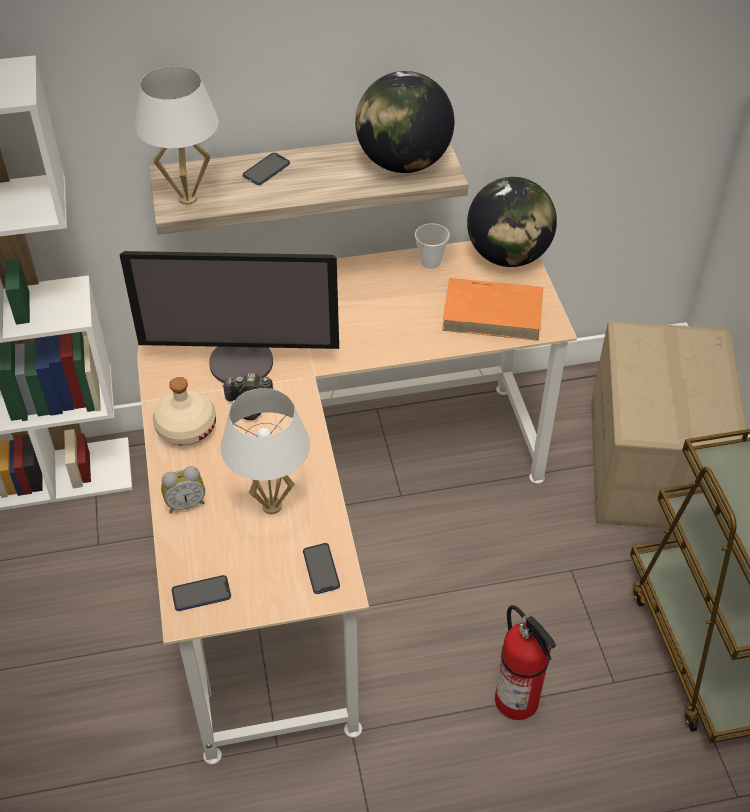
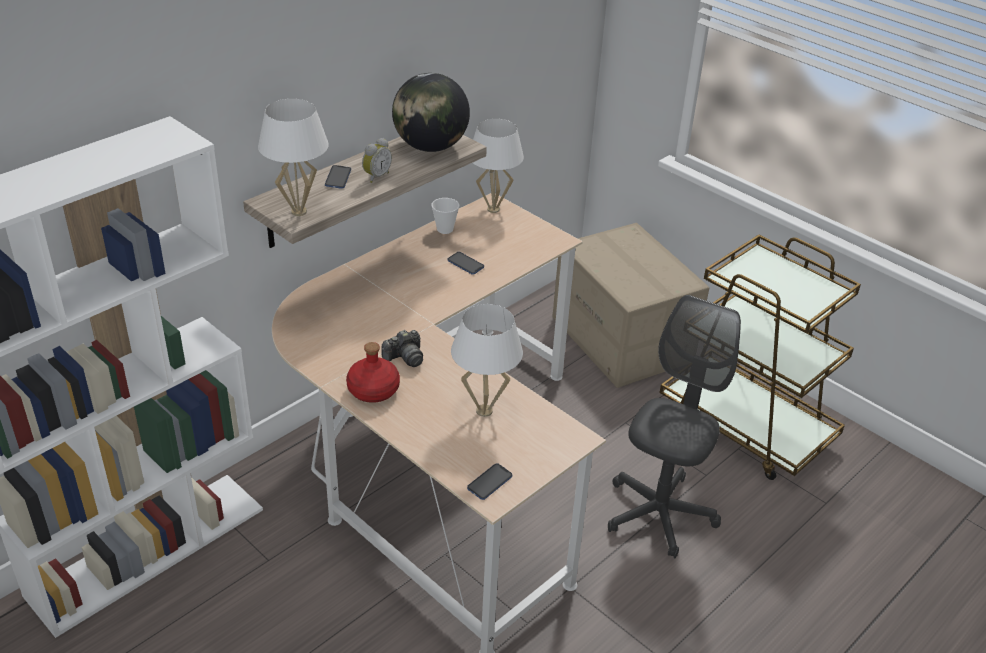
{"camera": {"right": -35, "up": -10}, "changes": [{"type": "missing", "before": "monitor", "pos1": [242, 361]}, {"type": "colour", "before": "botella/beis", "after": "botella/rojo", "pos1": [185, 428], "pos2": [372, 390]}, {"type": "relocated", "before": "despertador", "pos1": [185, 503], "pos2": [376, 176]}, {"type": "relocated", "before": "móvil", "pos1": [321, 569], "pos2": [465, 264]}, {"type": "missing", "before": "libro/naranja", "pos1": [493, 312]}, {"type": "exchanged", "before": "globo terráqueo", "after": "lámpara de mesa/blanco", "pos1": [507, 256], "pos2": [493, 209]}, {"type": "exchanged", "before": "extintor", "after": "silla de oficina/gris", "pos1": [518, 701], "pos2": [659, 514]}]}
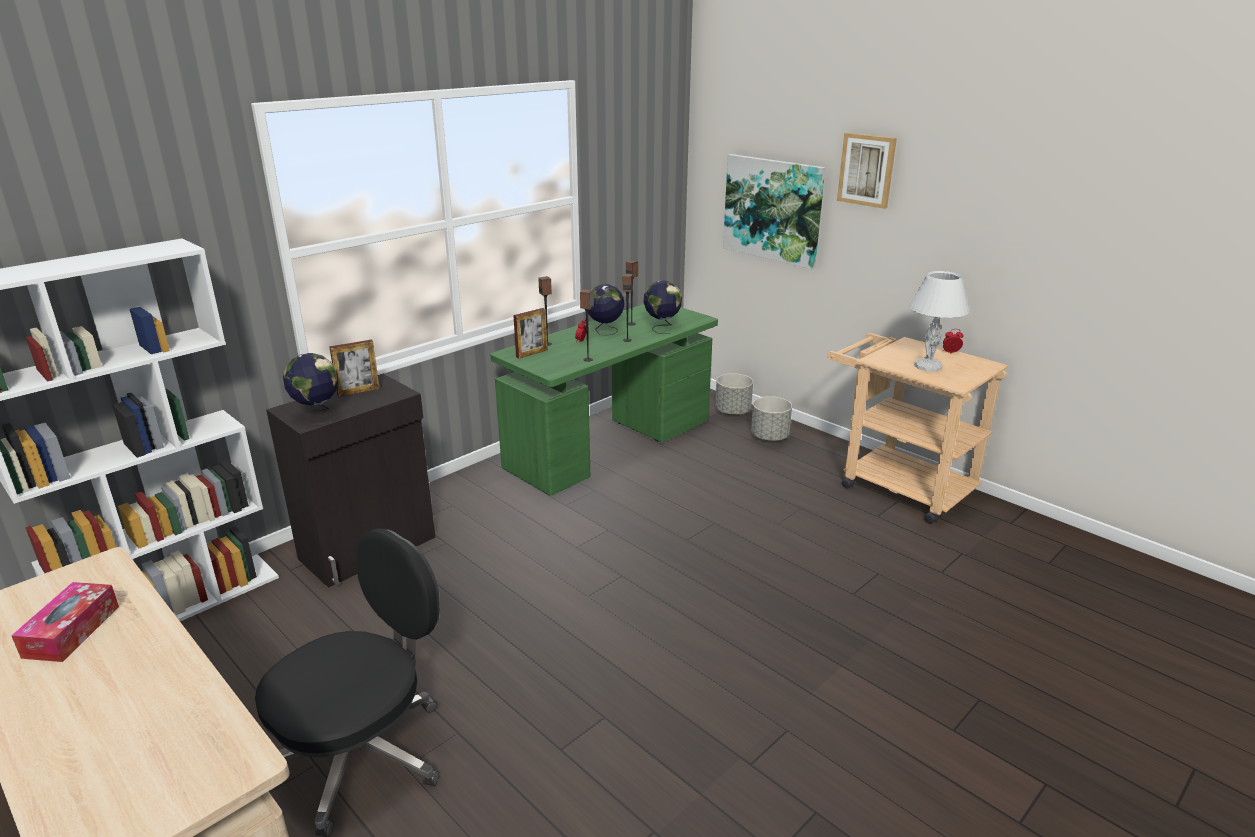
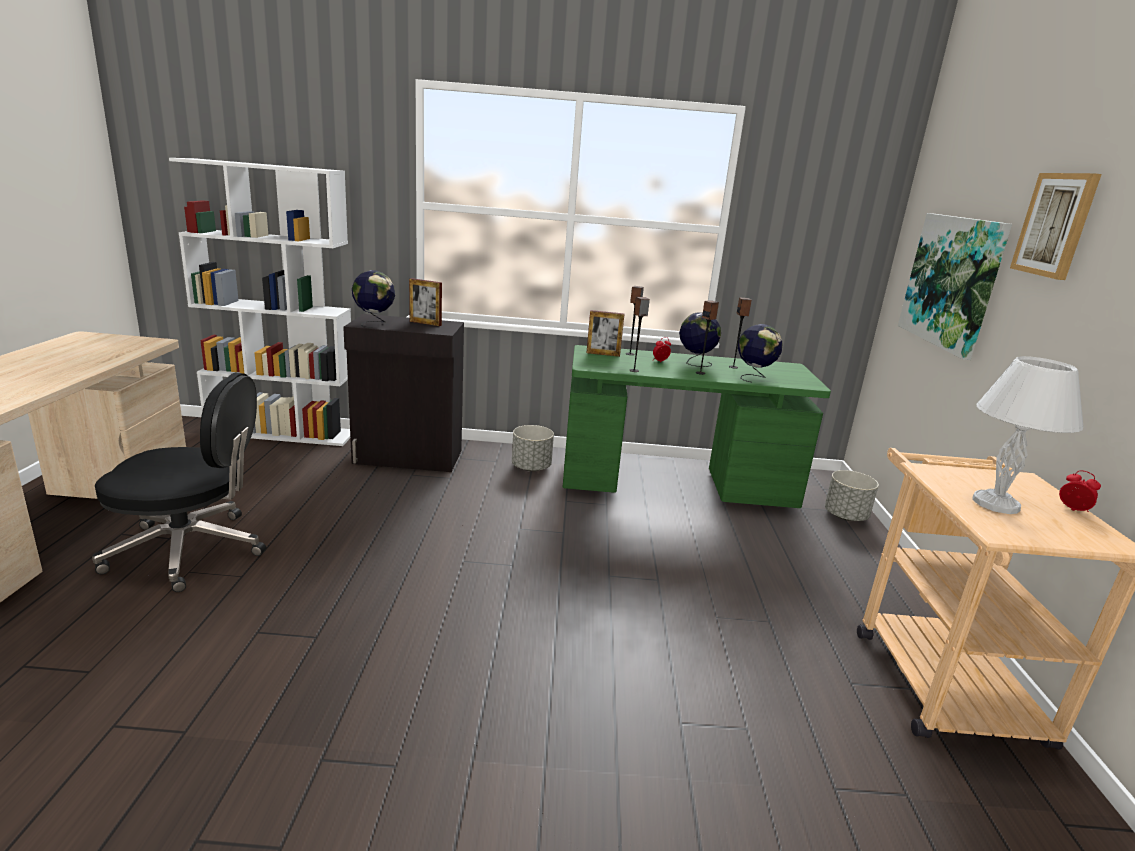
{"camera": {"right": 45, "up": -5}, "changes": [{"type": "missing", "before": "caja de pañuelos", "pos1": [72, 631]}, {"type": "relocated", "before": "maceta/gris", "pos1": [769, 437], "pos2": [531, 467]}]}
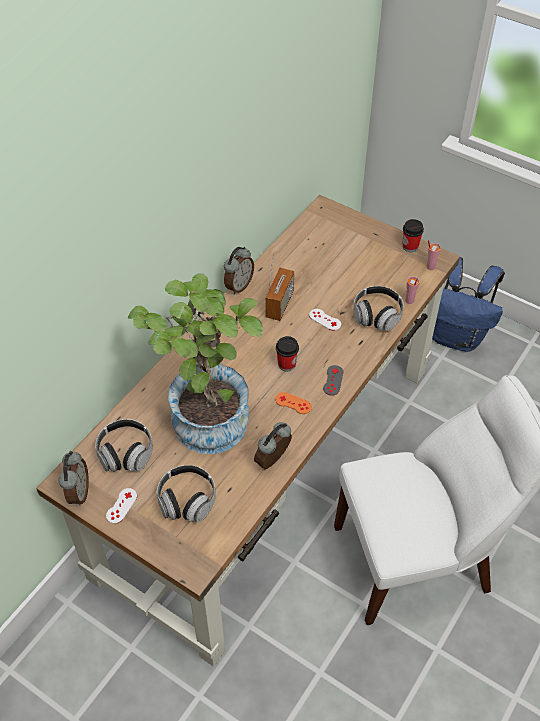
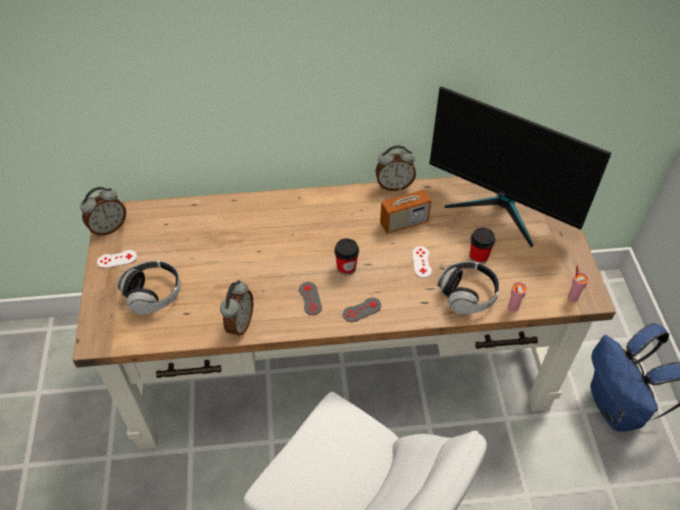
{"camera": {"right": 50, "up": 0}, "changes": [{"type": "missing", "before": "auriculares", "pos1": [126, 453]}, {"type": "missing", "before": "planta en maceta", "pos1": [207, 414]}, {"type": "spun", "before": "despertador", "pos1": [274, 461], "pos2": [239, 324], "turn": 105}, {"type": "colour", "before": "mando de consola/naranja", "after": "mando de consola/gris", "pos1": [293, 403], "pos2": [310, 298]}, {"type": "relocated", "before": "taza", "pos1": [410, 246], "pos2": [478, 257]}, {"type": "appeared", "after": "monitor", "pos2": [500, 208]}]}
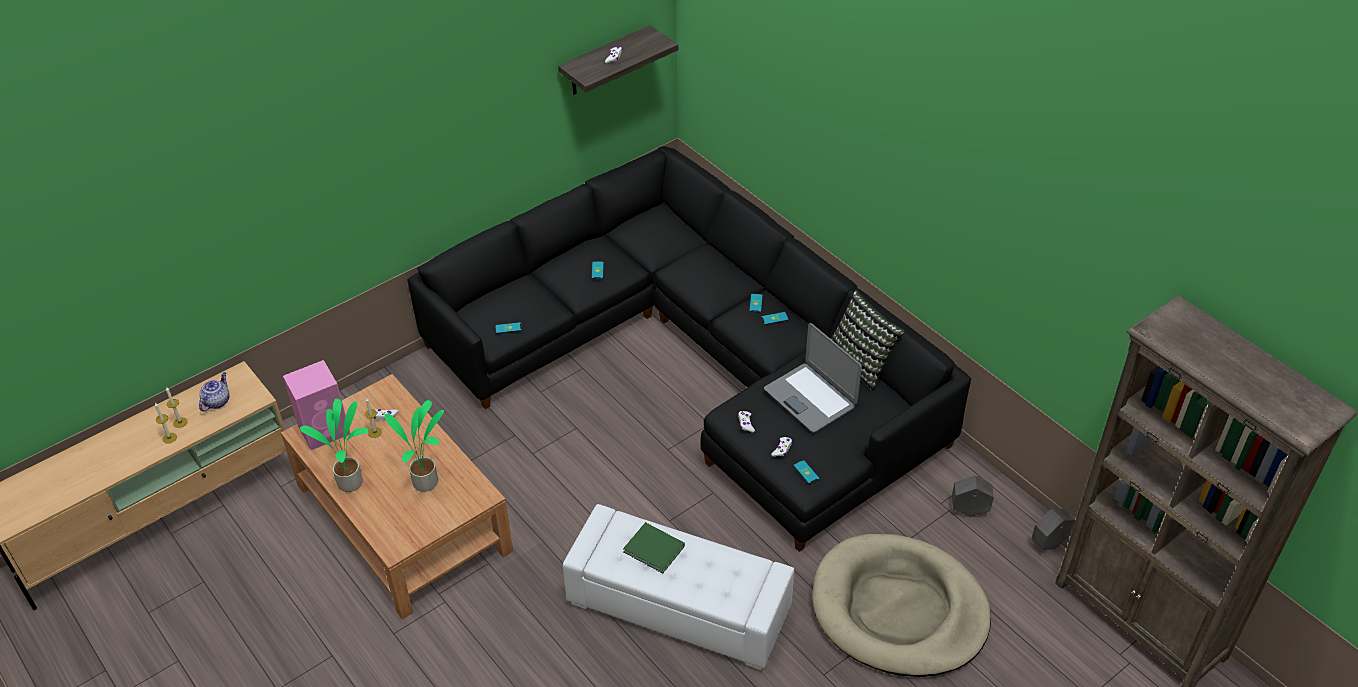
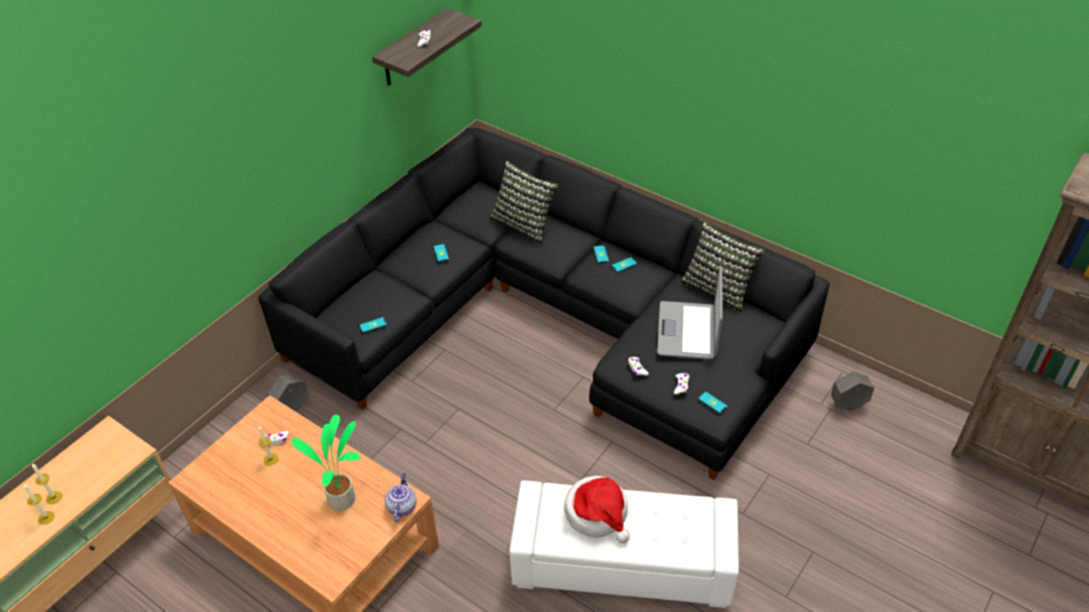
{"camera": {"right": -15, "up": 0}, "changes": [{"type": "relocated", "before": "tetera", "pos1": [217, 401], "pos2": [401, 506]}, {"type": "missing", "before": "altavoz/rosa", "pos1": [325, 429]}, {"type": "missing", "before": "planta en maceta", "pos1": [352, 482]}, {"type": "exchanged", "before": "libro/verde", "after": "sombrero", "pos1": [655, 550], "pos2": [597, 514]}, {"type": "spun", "before": "portátil", "pos1": [810, 398], "pos2": [688, 331], "turn": 60}, {"type": "missing", "before": "cama para perro/beis", "pos1": [899, 610]}, {"type": "relocated", "before": "maceta/gris", "pos1": [1049, 543], "pos2": [292, 407]}, {"type": "appeared", "after": "cojín", "pos2": [524, 223]}]}
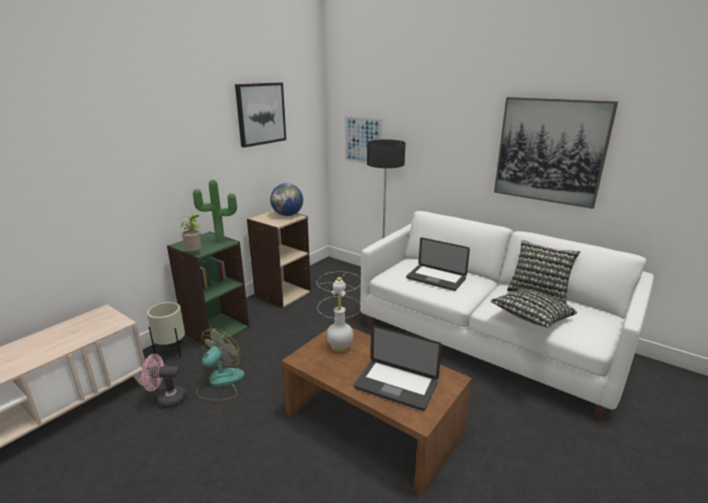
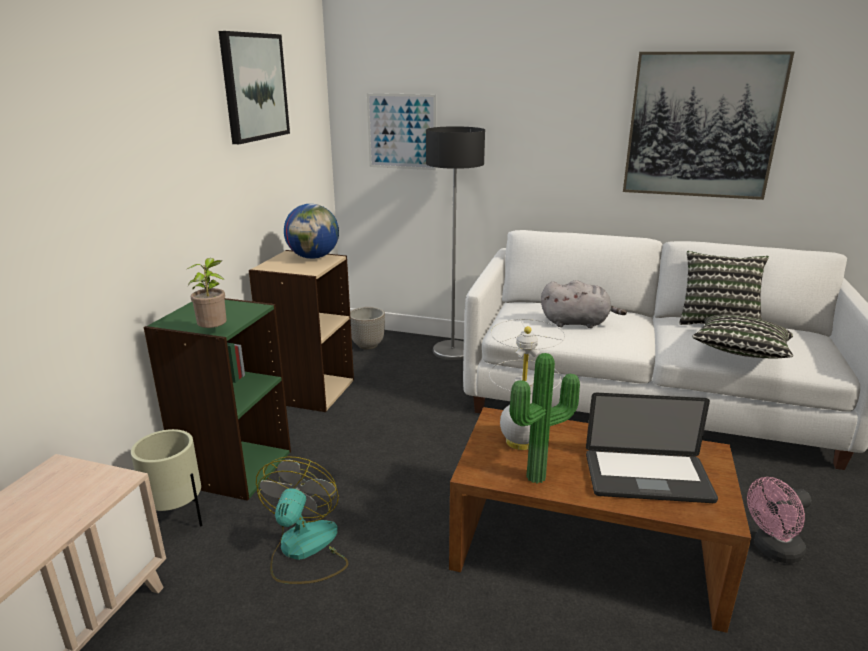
{"camera": {"right": -20, "up": 0}, "changes": [{"type": "relocated", "before": "ventilador/rosa", "pos1": [167, 399], "pos2": [772, 550]}, {"type": "relocated", "before": "planta en maceta", "pos1": [220, 242], "pos2": [539, 479]}, {"type": "exchanged", "before": "portátil", "after": "peluche/gris", "pos1": [436, 278], "pos2": [577, 323]}, {"type": "appeared", "after": "maceta", "pos2": [368, 345]}]}
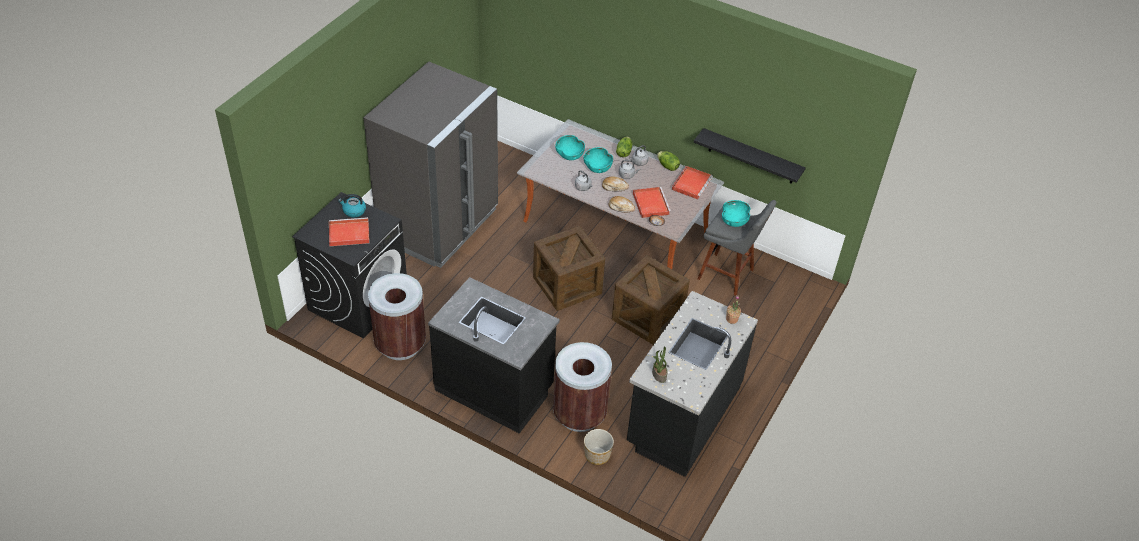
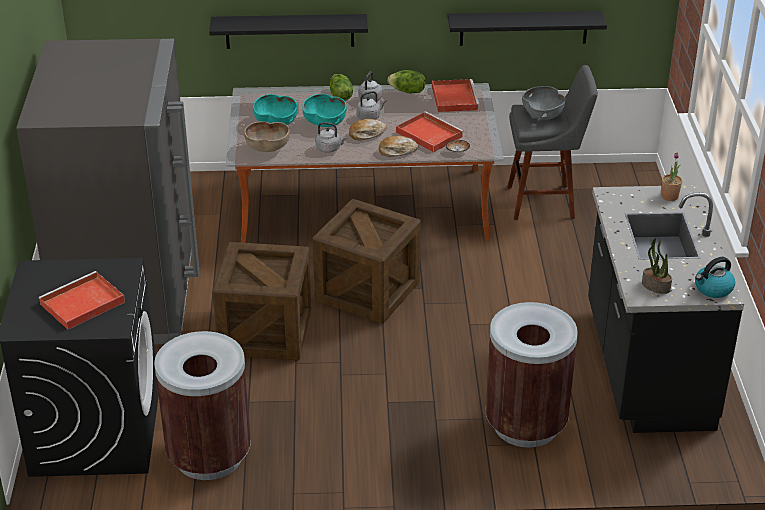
{"camera": {"right": -30, "up": -10}, "changes": [{"type": "relocated", "before": "hervidor", "pos1": [354, 211], "pos2": [713, 289]}, {"type": "missing", "before": "mueble bajo de cocina/negro", "pos1": [494, 388]}, {"type": "missing", "before": "maceta", "pos1": [597, 455]}, {"type": "relocated", "before": "caja de embalaje", "pos1": [647, 317], "pos2": [265, 332]}, {"type": "colour", "before": "cuenco/turquesa", "after": "cuenco/gris", "pos1": [734, 221], "pos2": [543, 114]}, {"type": "appeared", "after": "estante/negro", "pos2": [289, 31]}, {"type": "appeared", "after": "cuenco/marrón", "pos2": [267, 148]}]}
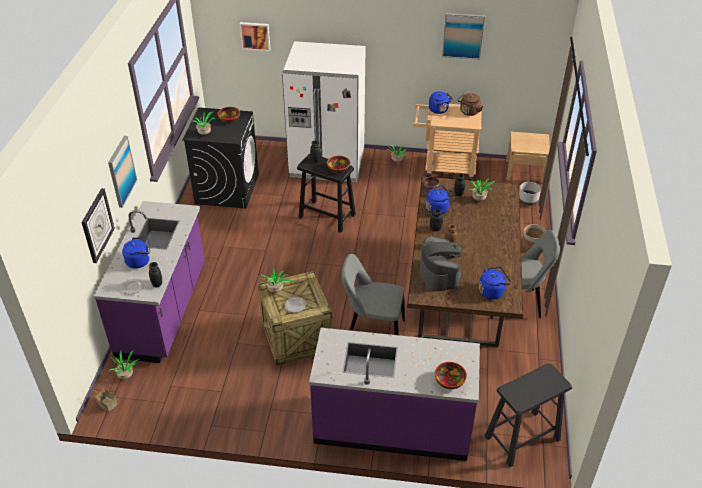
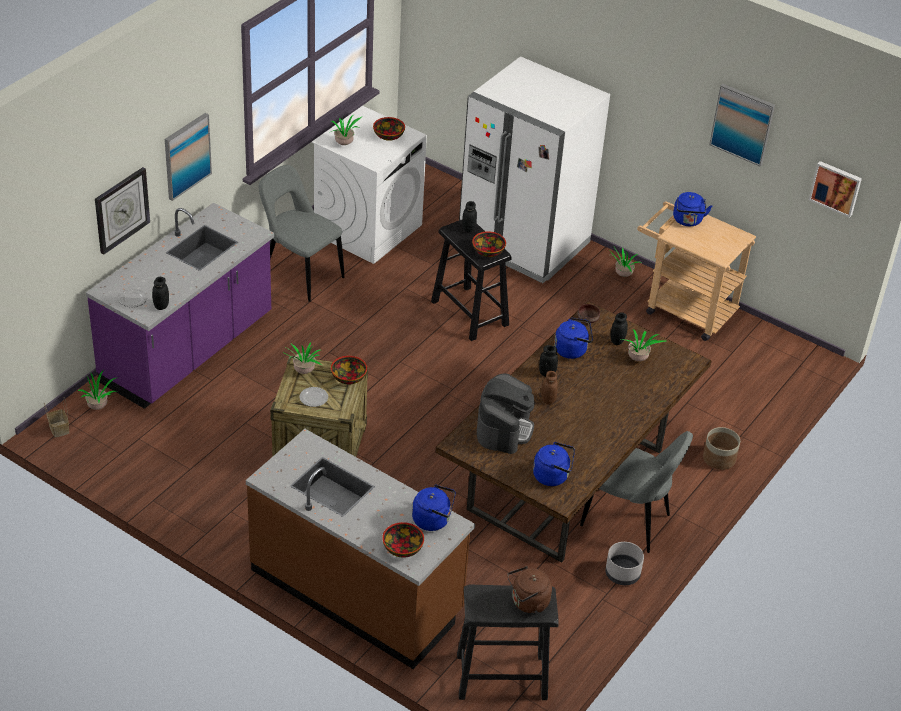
{"camera": {"right": 25, "up": 0}, "changes": [{"type": "relocated", "before": "hervidor/azul", "pos1": [139, 261], "pos2": [433, 520]}, {"type": "colour", "before": "lavadora/negro", "after": "lavadora/blanco", "pos1": [227, 188], "pos2": [368, 229]}, {"type": "relocated", "before": "cuadro", "pos1": [255, 36], "pos2": [836, 188]}, {"type": "colour", "before": "mueble bajo de cocina/morado", "after": "mueble bajo de cocina/marrón", "pos1": [392, 424], "pos2": [357, 591]}, {"type": "relocated", "before": "silla/gris", "pos1": [372, 331], "pos2": [300, 274]}, {"type": "relocated", "before": "hervidor/marrón", "pos1": [469, 112], "pos2": [528, 603]}, {"type": "missing", "before": "mesita de noche/beis", "pos1": [525, 171]}, {"type": "relocated", "before": "maceta/gris", "pos1": [528, 200], "pos2": [623, 574]}, {"type": "appeared", "after": "cuenco", "pos2": [348, 378]}]}
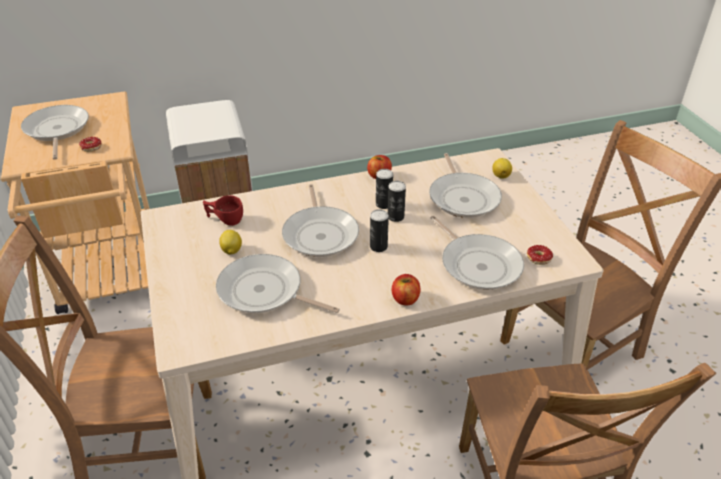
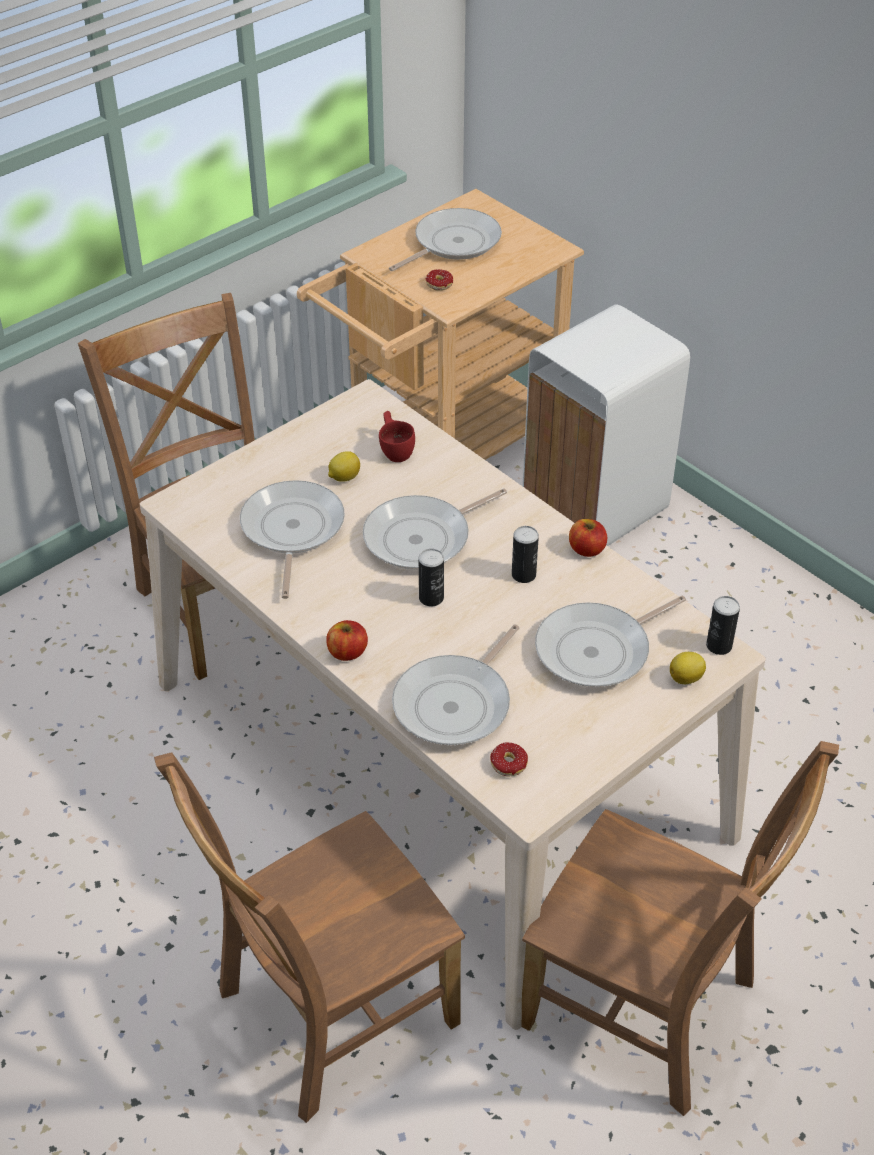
{"camera": {"right": 65, "up": 5}, "changes": [{"type": "relocated", "before": "lata", "pos1": [395, 217], "pos2": [719, 646]}]}
